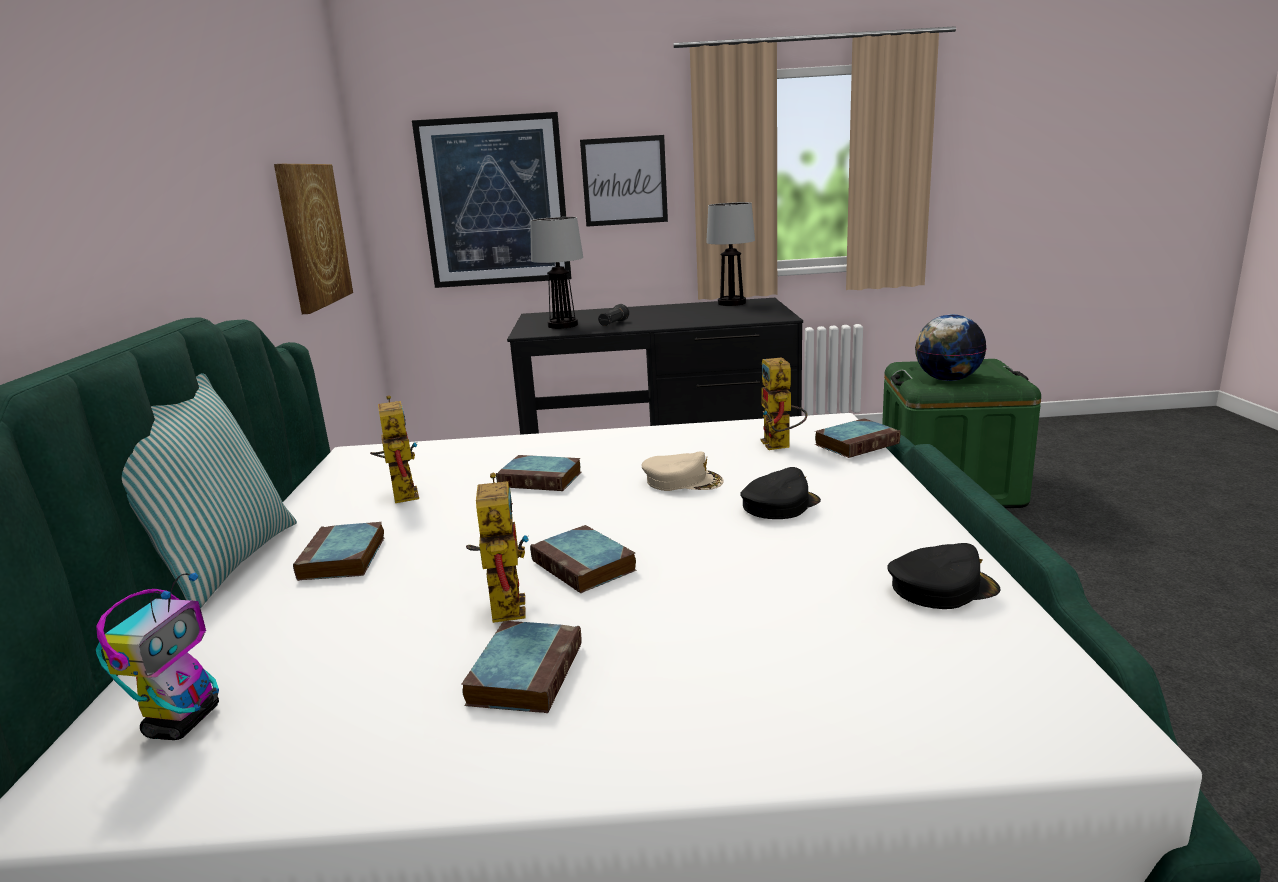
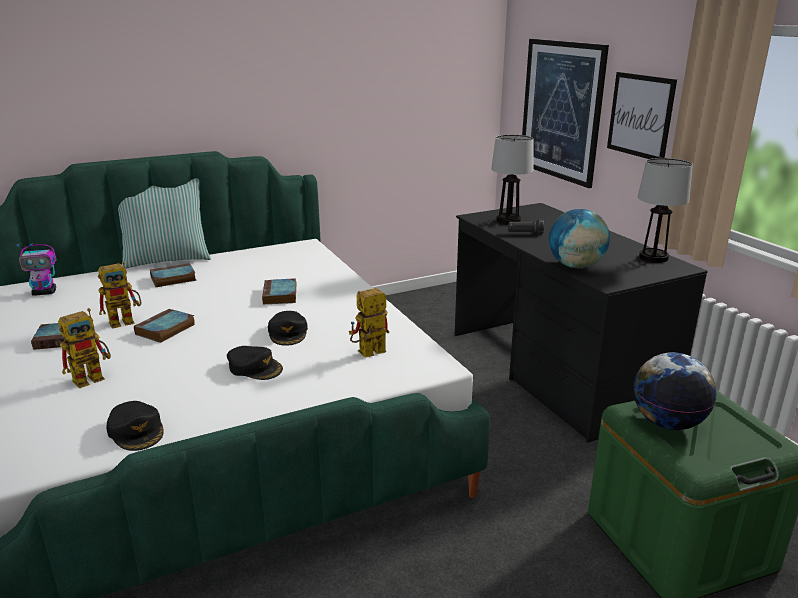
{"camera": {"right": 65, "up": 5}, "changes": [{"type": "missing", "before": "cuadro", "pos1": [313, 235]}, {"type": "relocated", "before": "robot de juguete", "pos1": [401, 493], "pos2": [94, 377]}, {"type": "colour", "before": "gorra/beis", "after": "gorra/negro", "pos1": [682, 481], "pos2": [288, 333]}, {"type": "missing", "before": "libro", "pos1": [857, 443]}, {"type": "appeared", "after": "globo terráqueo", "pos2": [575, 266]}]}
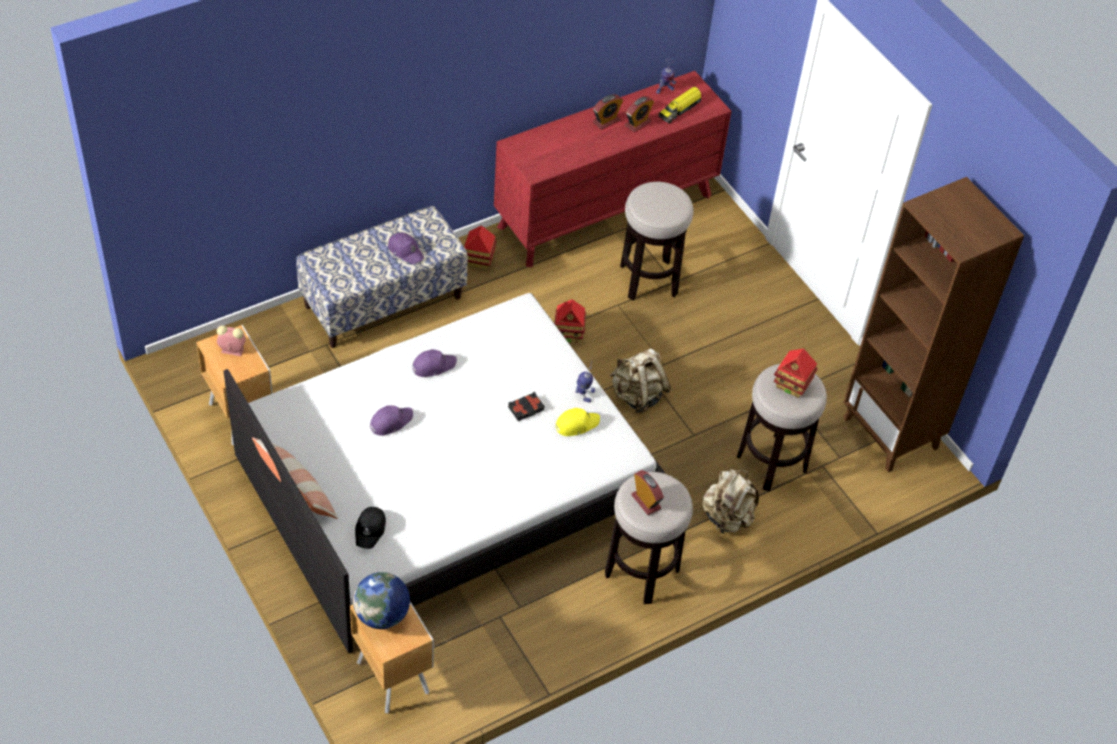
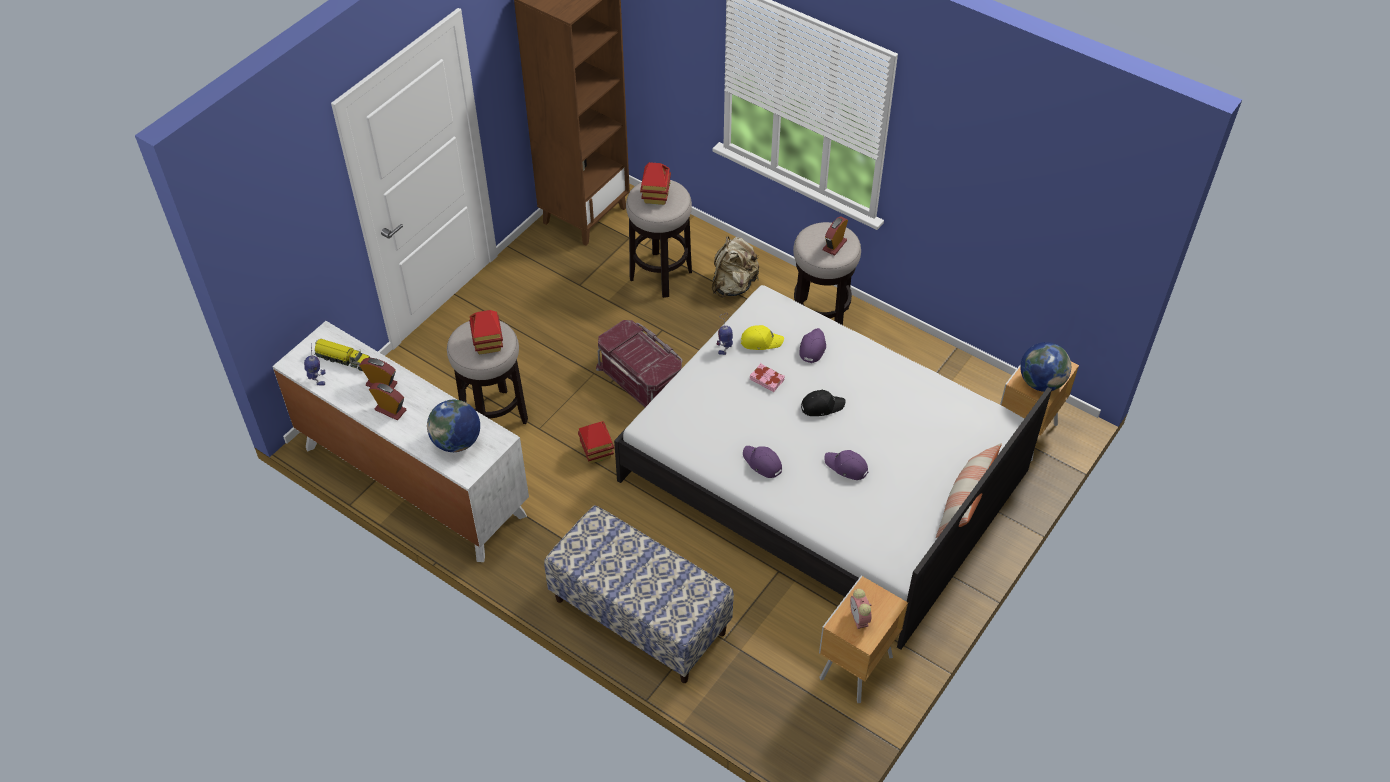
{"camera": {"right": -110, "up": 0}, "changes": [{"type": "relocated", "before": "gorra/negro", "pos1": [370, 529], "pos2": [821, 406]}, {"type": "relocated", "before": "gorra/morado", "pos1": [405, 251], "pos2": [812, 347]}, {"type": "relocated", "before": "casita", "pos1": [478, 260], "pos2": [488, 344]}, {"type": "colour", "before": "cómoda/rojo", "after": "cómoda/blanco", "pos1": [606, 210], "pos2": [413, 480]}, {"type": "colour", "before": "libro/negro", "after": "libro/rosa", "pos1": [526, 409], "pos2": [767, 379]}, {"type": "spun", "before": "gorra/amarillo", "pos1": [576, 424], "pos2": [761, 341], "turn": 135}, {"type": "exchanged", "before": "mochila/beis", "after": "caja de almacenaje/rojo", "pos1": [637, 396], "pos2": [641, 379]}, {"type": "appeared", "after": "globo terráqueo", "pos2": [457, 442]}]}
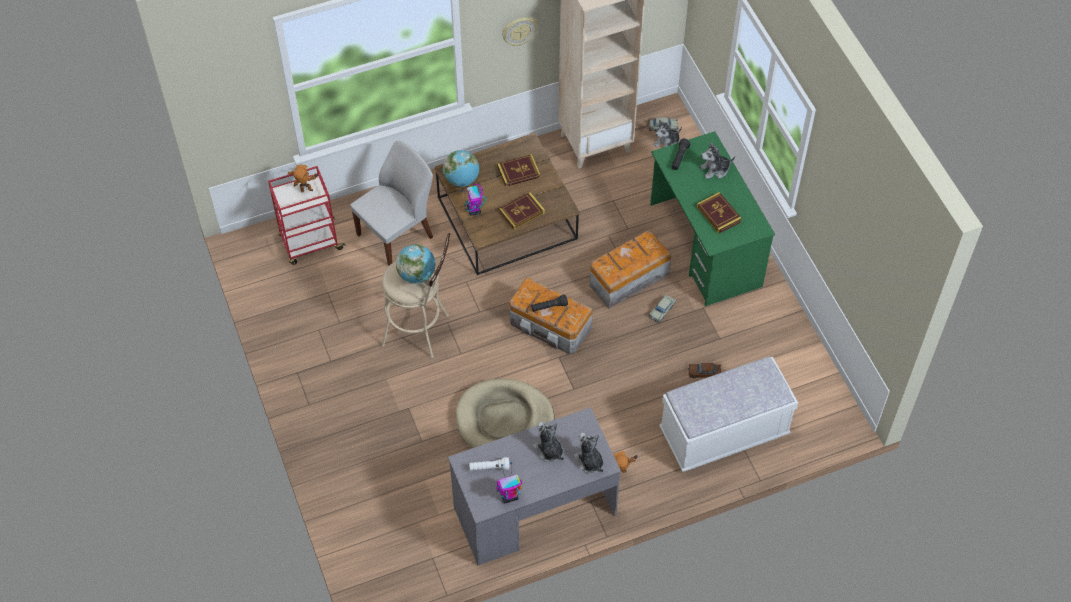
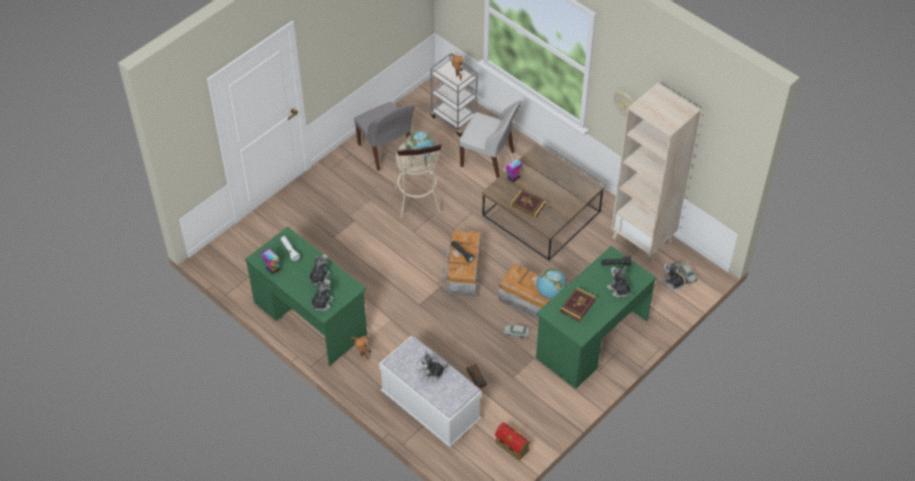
{"camera": {"right": 65, "up": -5}, "changes": [{"type": "colour", "before": "carrito/rojo", "after": "carrito/gris", "pos1": [310, 243], "pos2": [454, 118]}, {"type": "relocated", "before": "globo terráqueo", "pos1": [461, 180], "pos2": [550, 293]}, {"type": "colour", "before": "escritorio/gris", "after": "escritorio/verde", "pos1": [534, 511], "pos2": [310, 318]}, {"type": "missing", "before": "cama para perro/beis", "pos1": [504, 420]}, {"type": "missing", "before": "libro", "pos1": [518, 172]}, {"type": "appeared", "after": "silla/gris", "pos2": [386, 151]}, {"type": "appeared", "after": "peluche", "pos2": [431, 374]}, {"type": "appeared", "after": "casita", "pos2": [512, 447]}]}
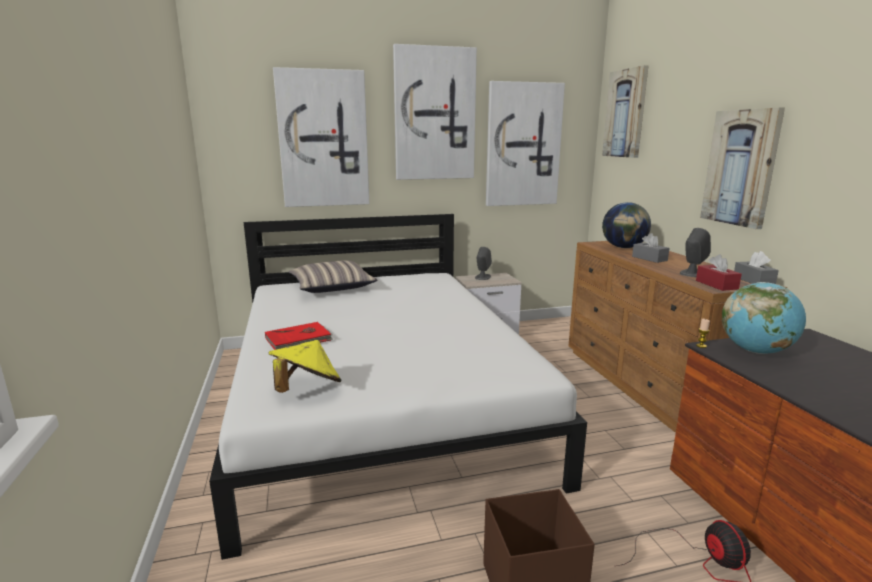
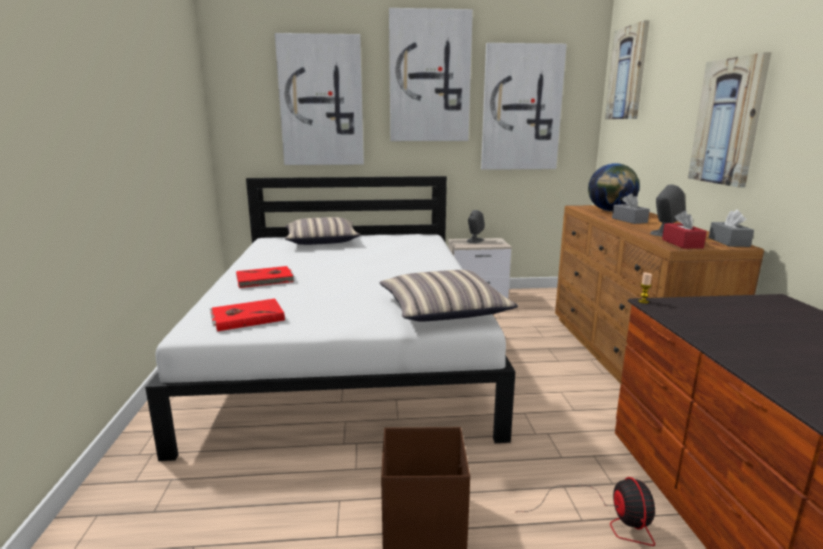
{"camera": {"right": 10, "up": 0}, "changes": [{"type": "exchanged", "before": "sombrero/amarillo", "after": "libro/rojo", "pos1": [306, 389], "pos2": [247, 317]}, {"type": "missing", "before": "globo terráqueo", "pos1": [756, 351]}, {"type": "appeared", "after": "cojín", "pos2": [444, 309]}]}
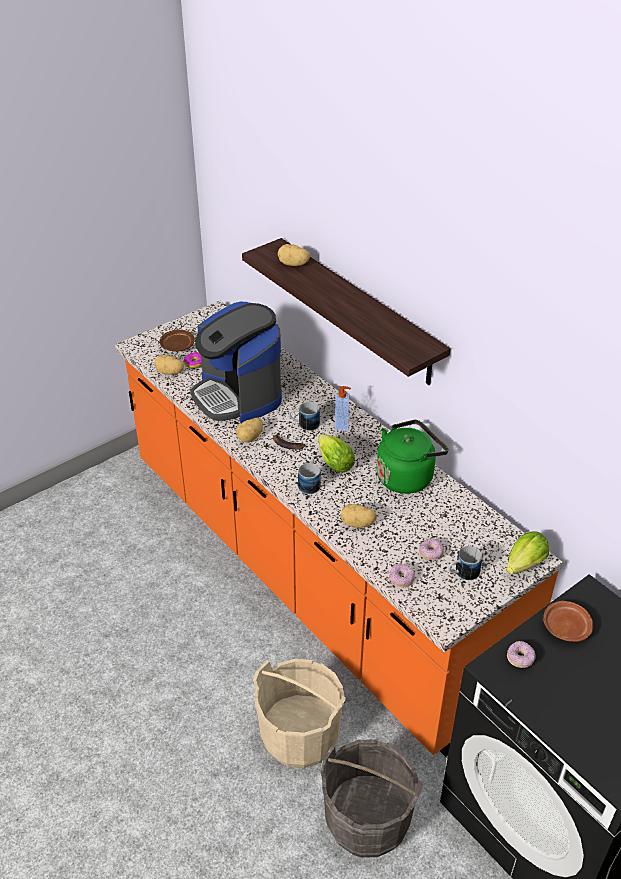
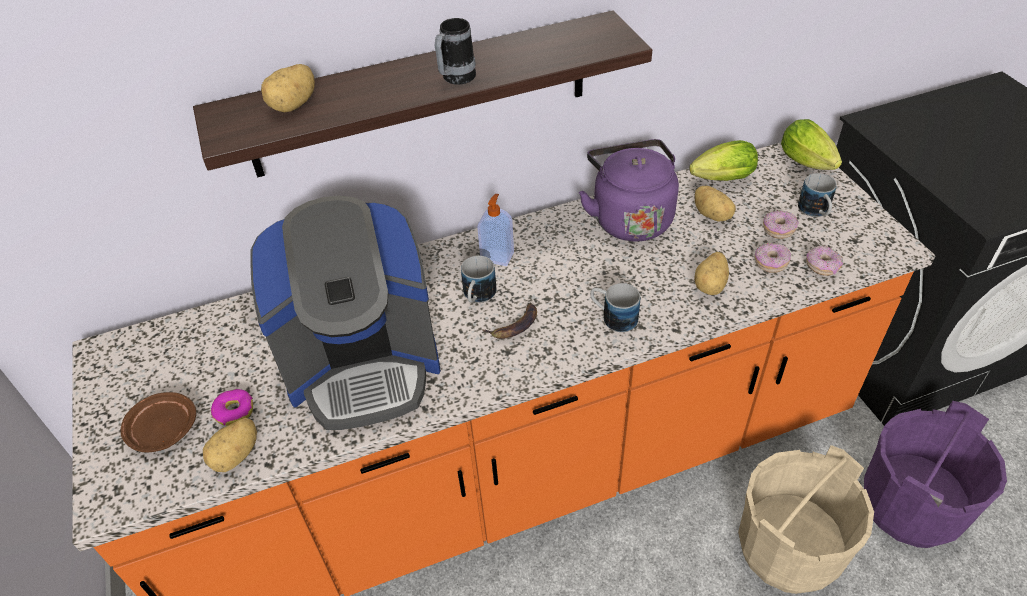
{"camera": {"right": -70, "up": 5}, "changes": [{"type": "relocated", "before": "patata", "pos1": [250, 437], "pos2": [712, 215]}, {"type": "relocated", "before": "lechuga", "pos1": [333, 462], "pos2": [719, 180]}, {"type": "colour", "before": "cubo/gris", "after": "cubo/morado", "pos1": [367, 821], "pos2": [911, 506]}, {"type": "colour", "before": "hervidor/verde", "after": "hervidor/morado", "pos1": [407, 476], "pos2": [629, 218]}, {"type": "relocated", "before": "rosquilla", "pos1": [520, 659], "pos2": [770, 263]}, {"type": "missing", "before": "plato/marrón", "pos1": [565, 626]}, {"type": "appeared", "after": "taza grande", "pos2": [455, 80]}]}
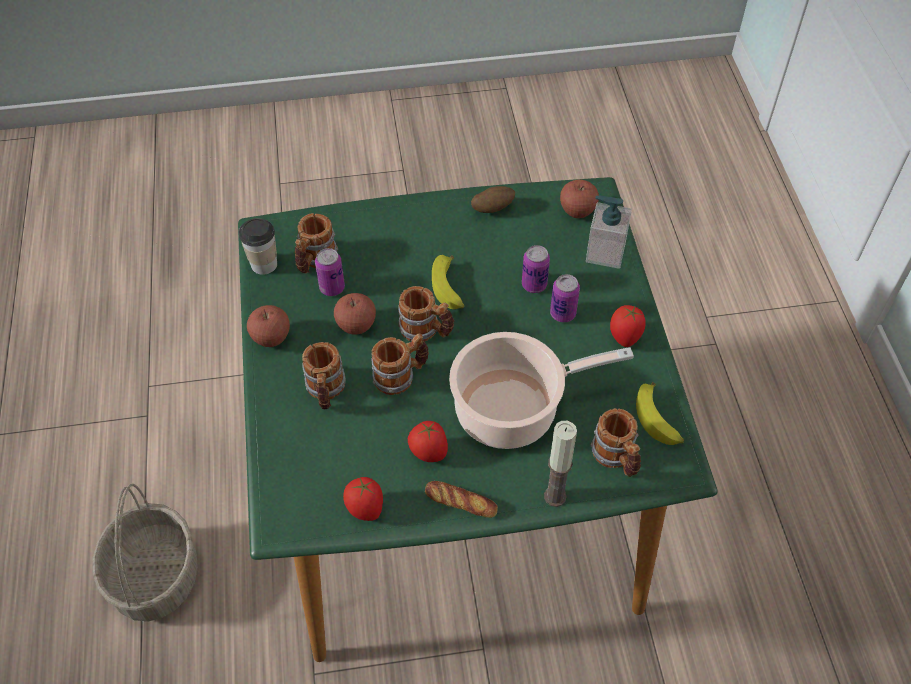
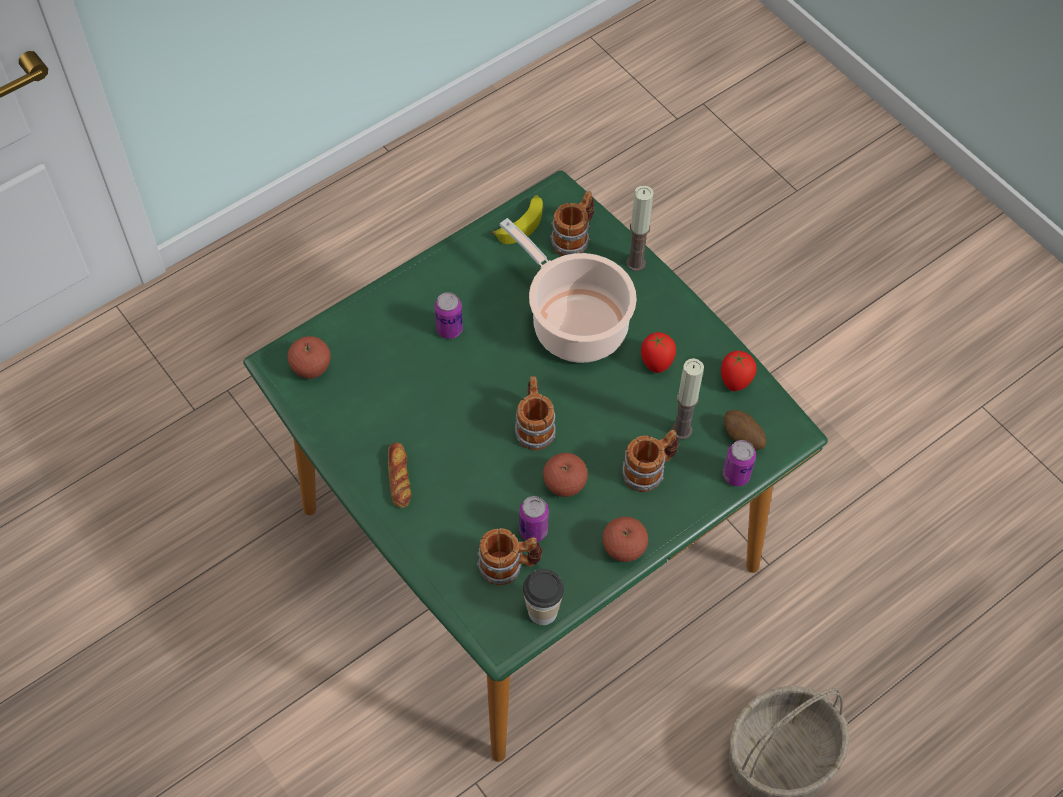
{"camera": {"right": -120, "up": 5}, "changes": [{"type": "missing", "before": "taza grande", "pos1": [401, 375]}, {"type": "relocated", "before": "pan", "pos1": [461, 502], "pos2": [399, 477]}, {"type": "missing", "before": "plátano", "pos1": [449, 289]}, {"type": "relocated", "before": "patata", "pos1": [492, 208], "pos2": [742, 438]}, {"type": "relocated", "before": "lata", "pos1": [534, 285], "pos2": [736, 475]}, {"type": "missing", "before": "dispensador de jabón", "pos1": [605, 253]}, {"type": "missing", "before": "tomate", "pos1": [624, 337]}, {"type": "appeared", "after": "vela", "pos2": [682, 430]}]}
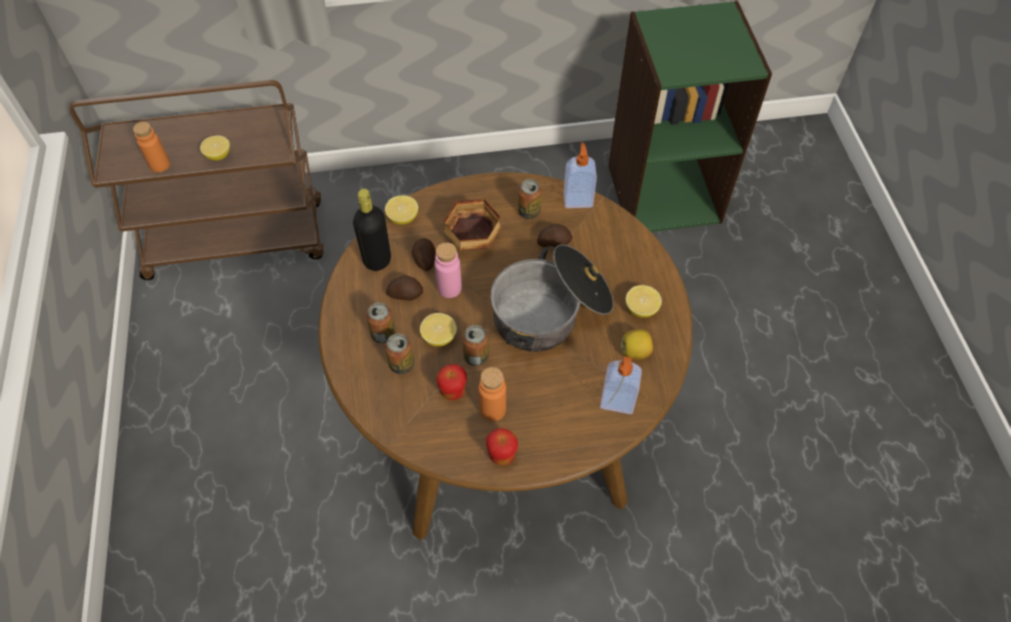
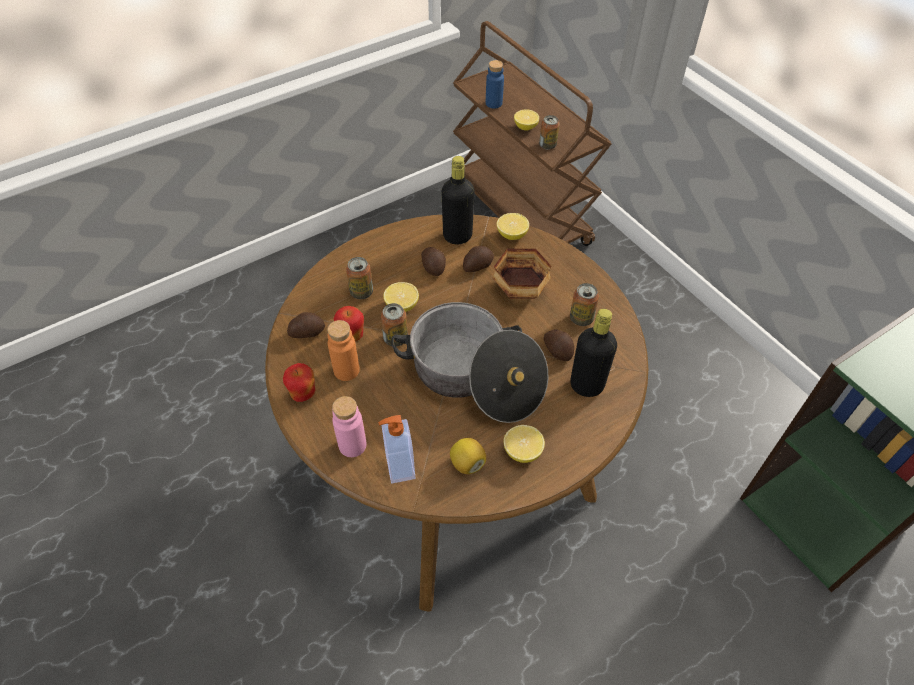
{"camera": {"right": 65, "up": -5}, "changes": [{"type": "colour", "before": "botella/naranja", "after": "botella/azul", "pos1": [160, 165], "pos2": [493, 103]}, {"type": "relocated", "before": "lata", "pos1": [383, 334], "pos2": [547, 145]}, {"type": "relocated", "before": "botella/rosa", "pos1": [449, 288], "pos2": [352, 445]}, {"type": "missing", "before": "dispensador de jabón", "pos1": [578, 199]}, {"type": "appeared", "after": "patata", "pos2": [307, 332]}, {"type": "appeared", "after": "botella/negro", "pos2": [586, 385]}]}
